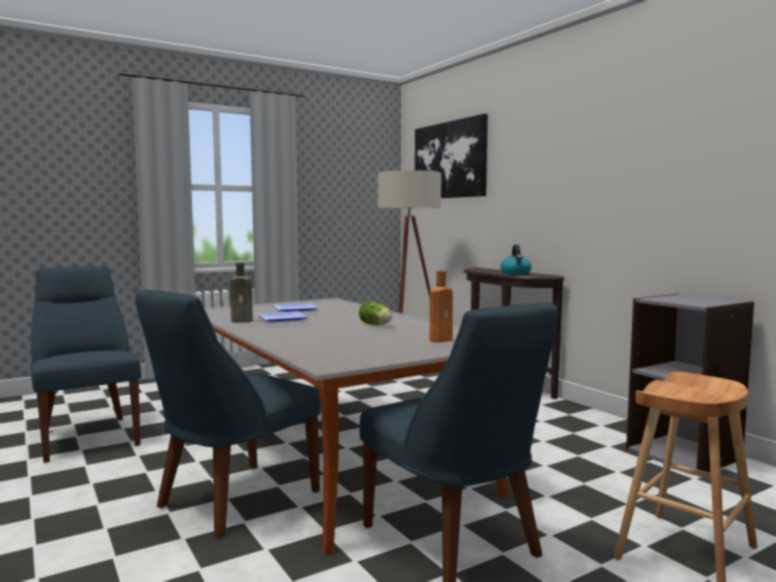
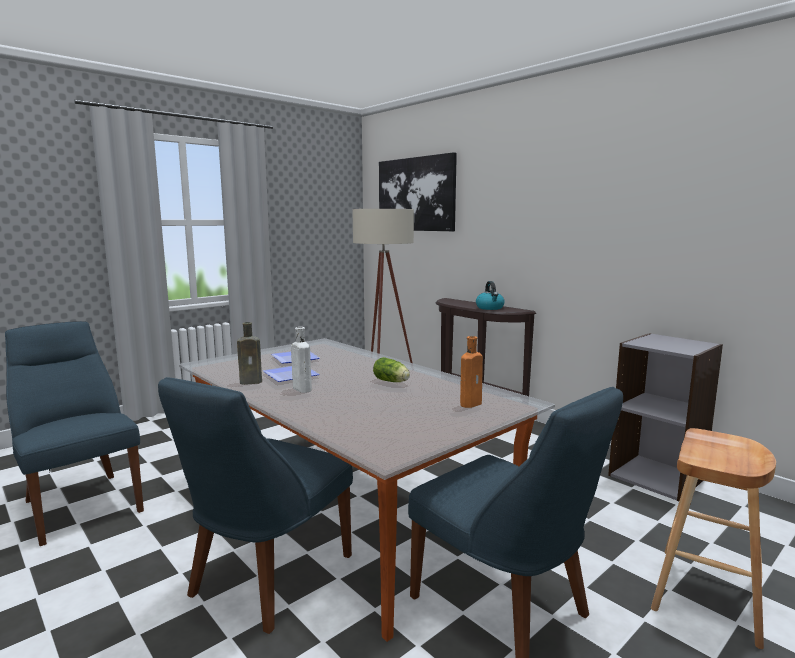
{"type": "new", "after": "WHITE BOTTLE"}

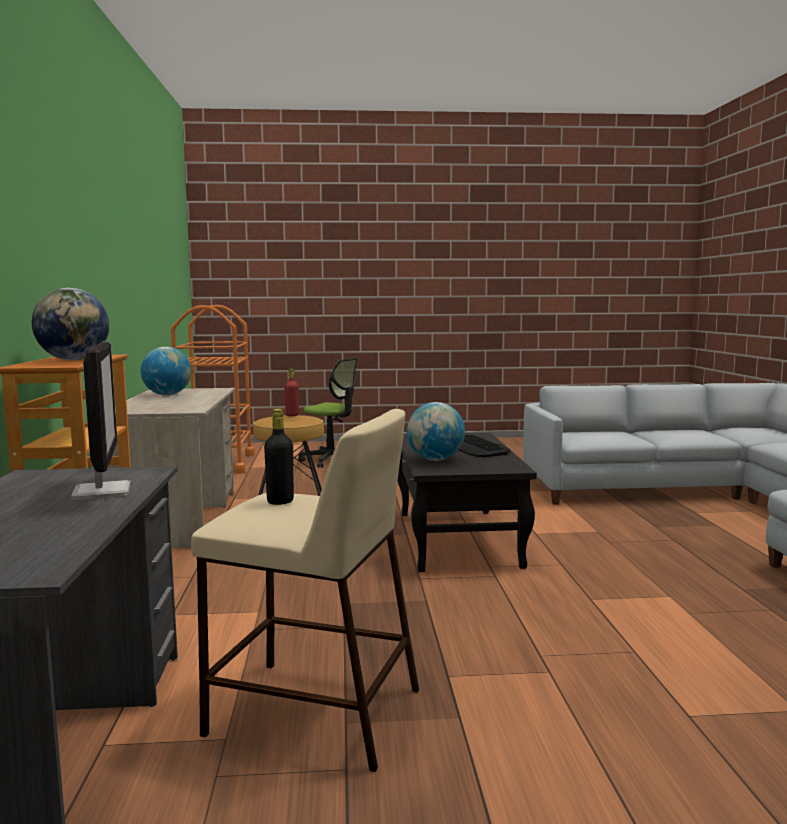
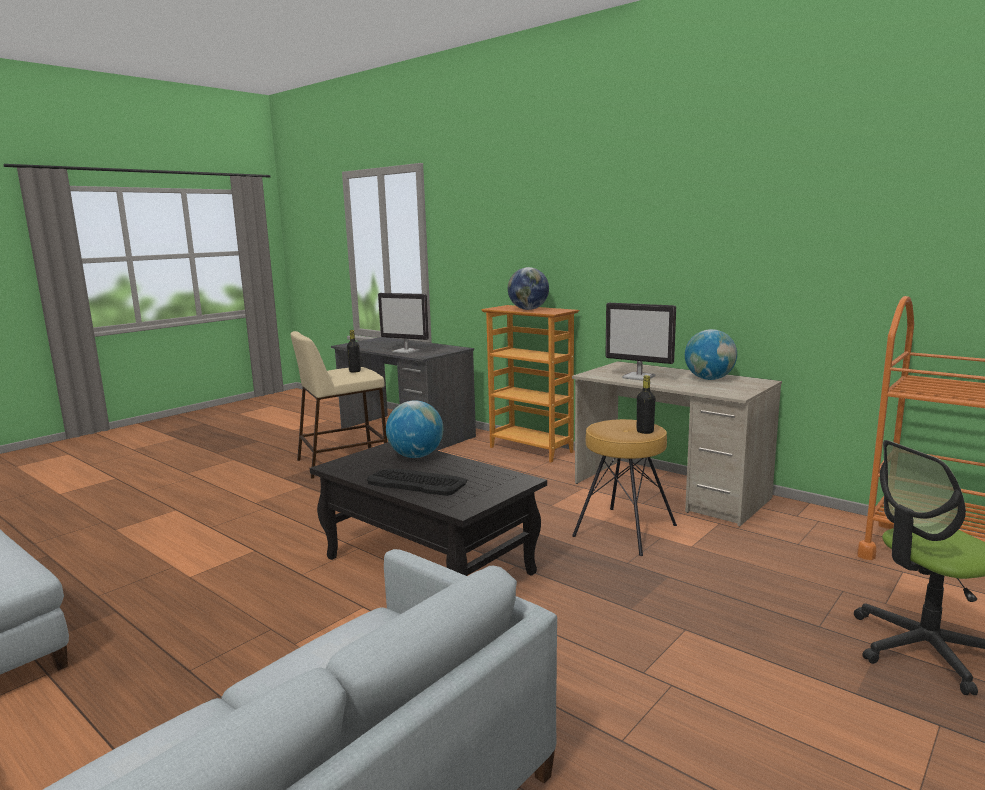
{"type": "new", "after": "MONITOR (no. 2 from left)"}
{"type": "repainted", "before": "RED BOTTLE", "after": "BLACK BOTTLE (no. 2 from left)"}

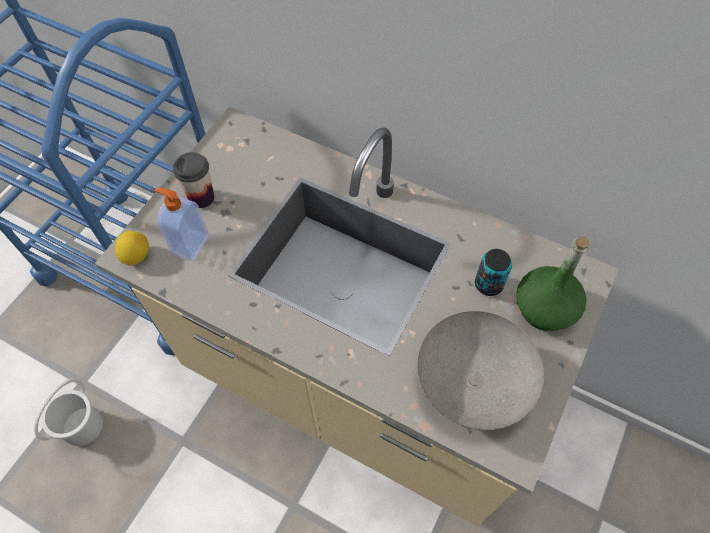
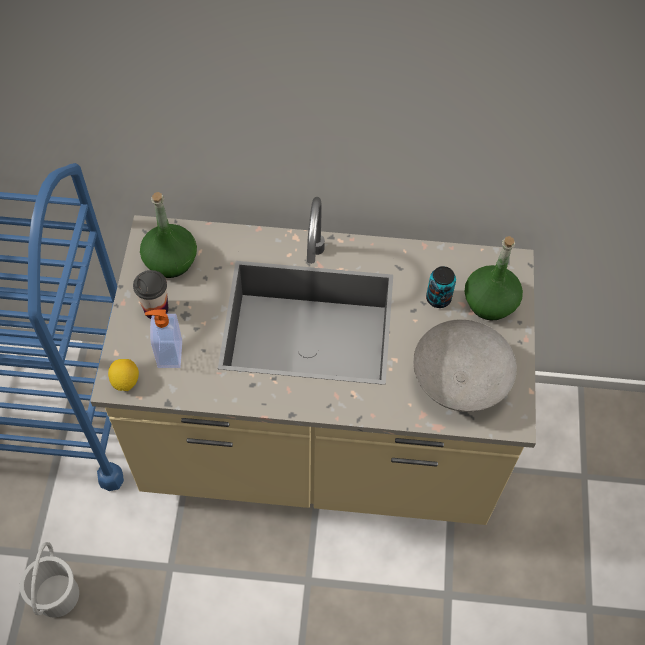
{"type": "new", "after": "GREEN BOTTLE (no. 1 from left)"}

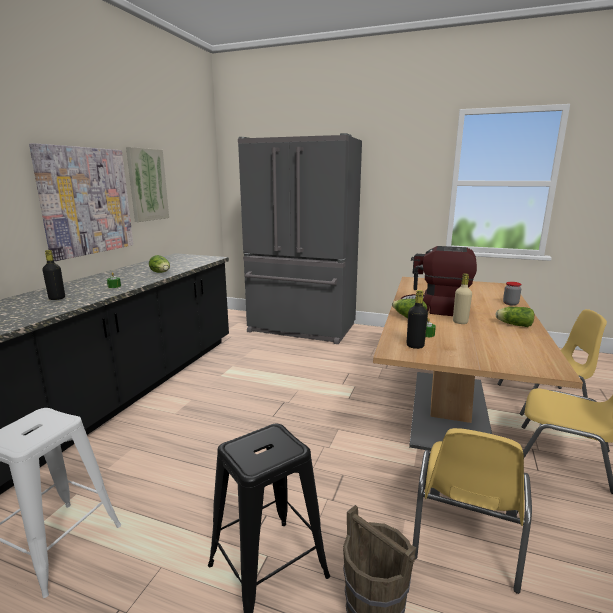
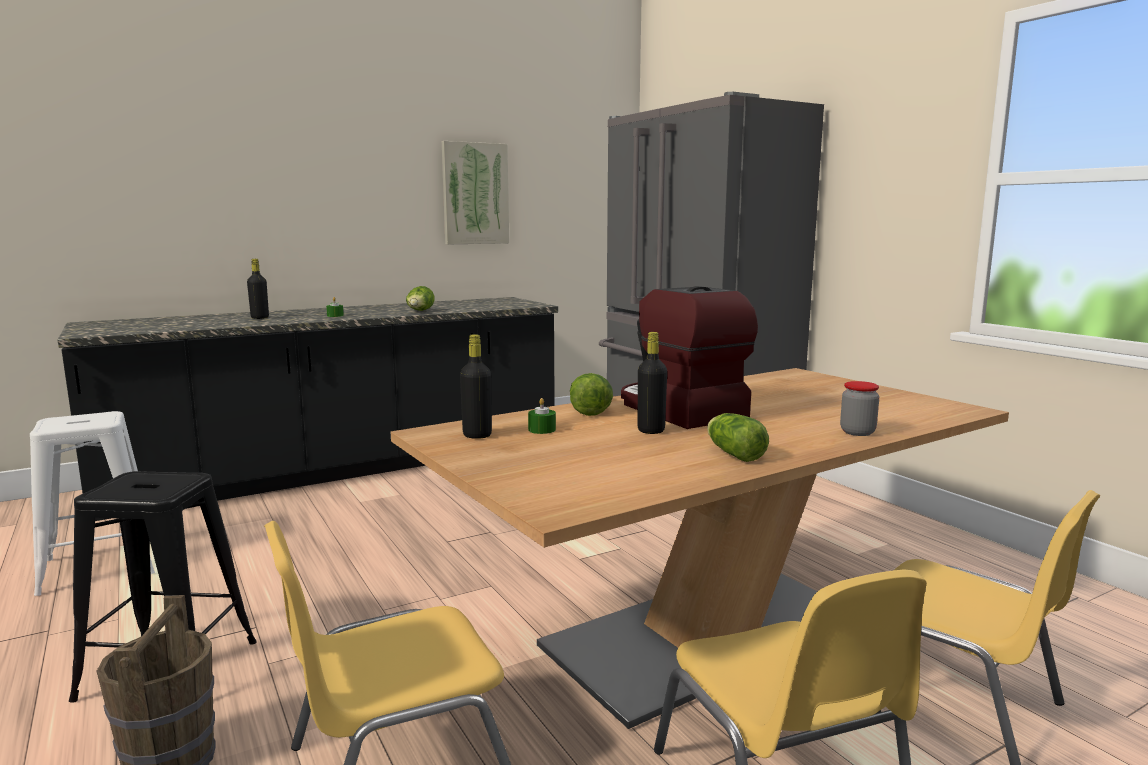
{"type": "gone", "before": "PICTURE (no. 1 from left)"}
{"type": "repainted", "before": "BEIGE BOTTLE", "after": "BLACK BOTTLE (no. 3 from left)"}

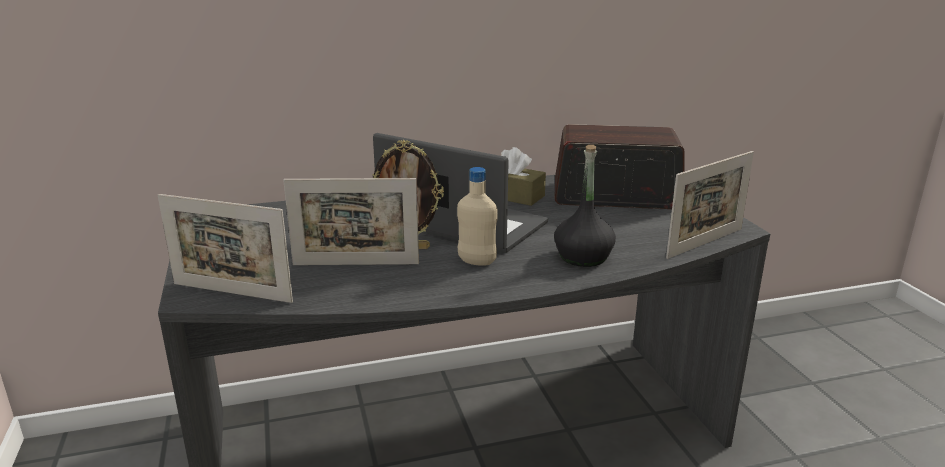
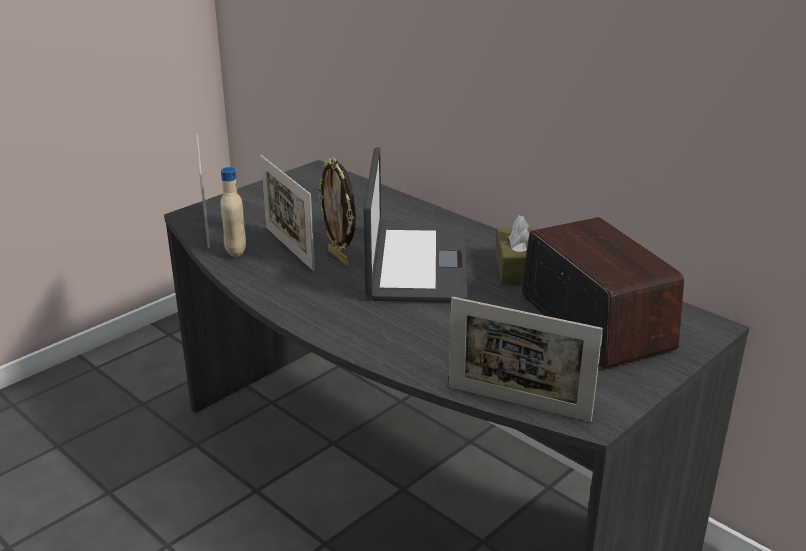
{"type": "gone", "before": "BLACK BOTTLE"}
{"type": "shifted", "before": "BEIGE BOTTLE"}

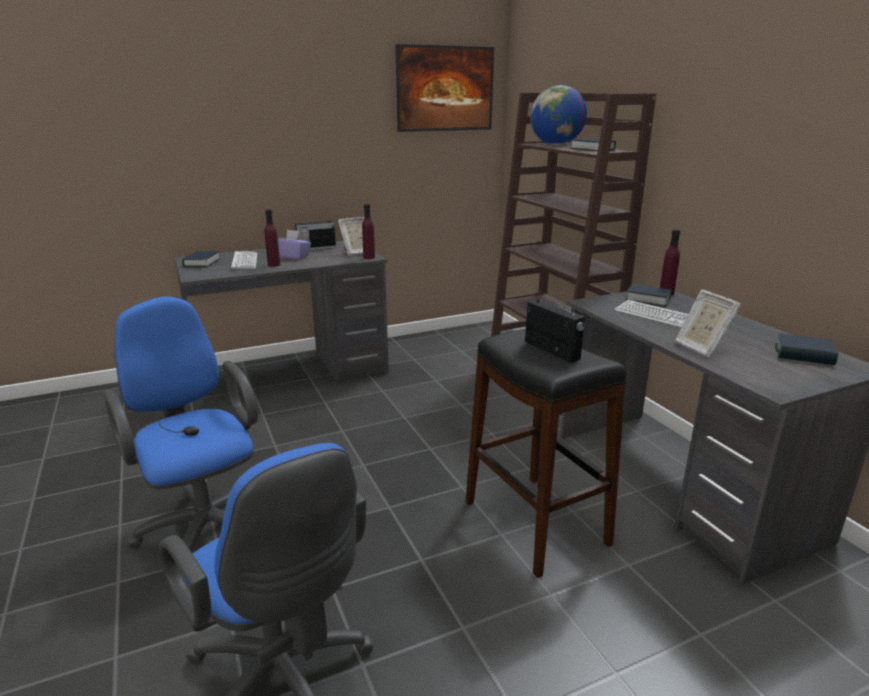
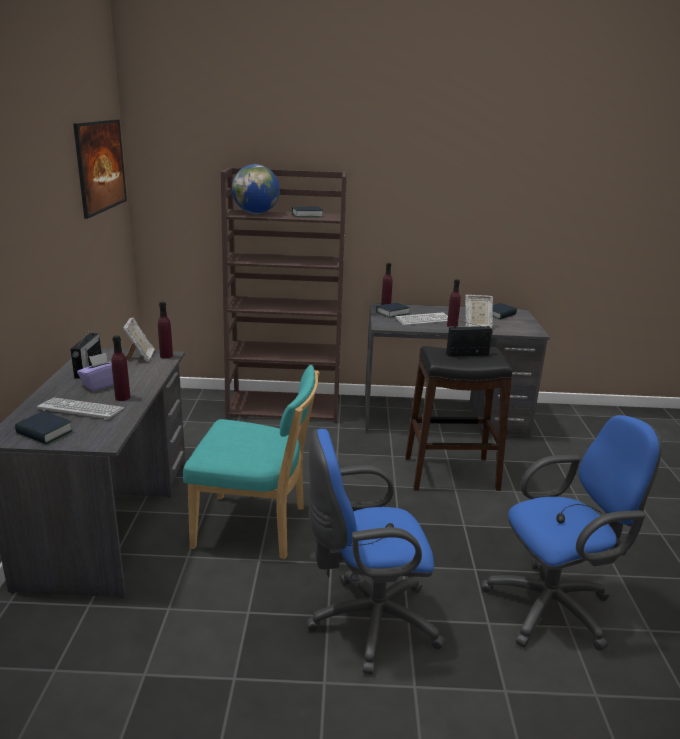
{"type": "new", "after": "TURQUOISE CHAIR"}
{"type": "new", "after": "PURPLE BOTTLE (no. 4 from left)"}

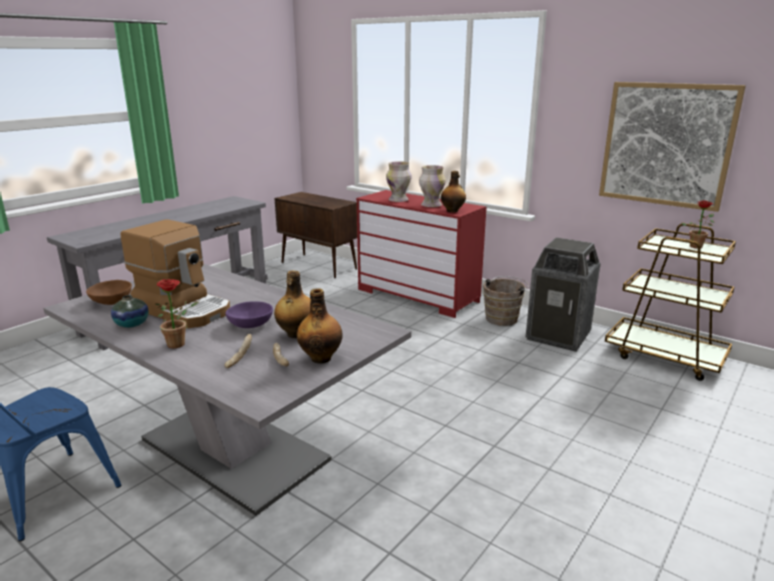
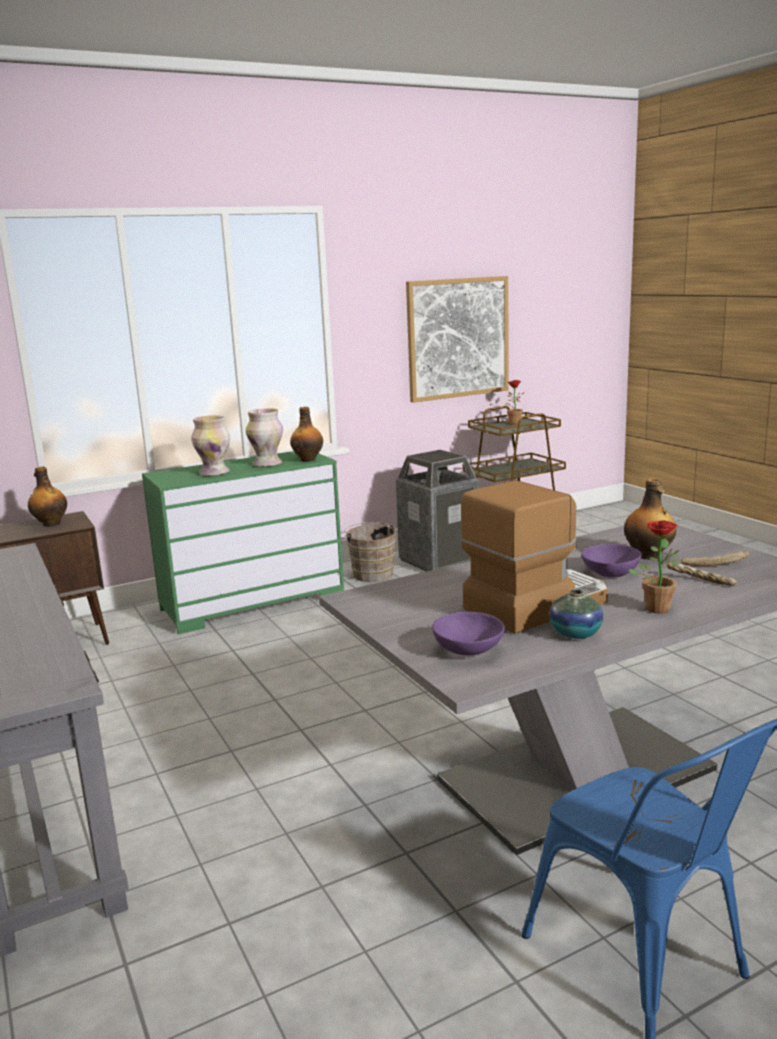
{"type": "shifted", "before": "BOTTLE (no. 2 from left in the first image)", "after": "BOTTLE (no. 1 from left)"}
{"type": "repainted", "before": "BROWN BOWL", "after": "PURPLE BOWL (no. 1 from left)"}
{"type": "repainted", "before": "RED DRESSER", "after": "GREEN DRESSER"}

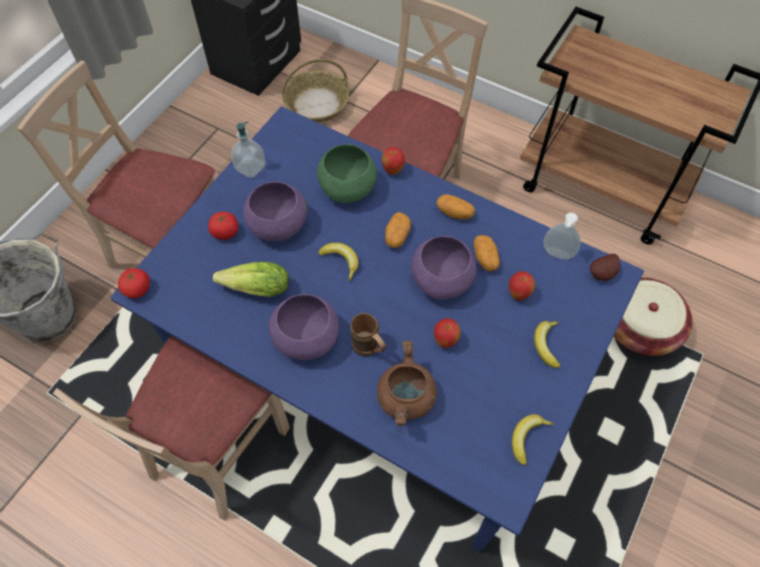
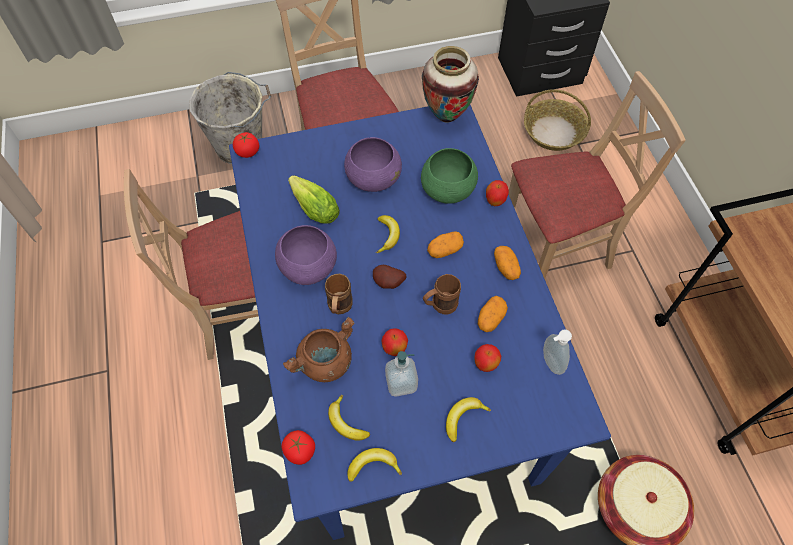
{"type": "new", "after": "BANANA (no. 1 from left)"}
{"type": "new", "after": "VASE"}
{"type": "shifted", "before": "TOMATO (no. 2 from left)"}
{"type": "shifted", "before": "SOAP DISPENSER (no. 1 from left)"}
{"type": "shifted", "before": "POTATO (no. 4 from left in the first image)", "after": "POTATO (no. 1 from left)"}
{"type": "swapped", "before": "PURPLE BOWL (no. 3 from left)", "after": "BROWN MUG (no. 2 from left)"}

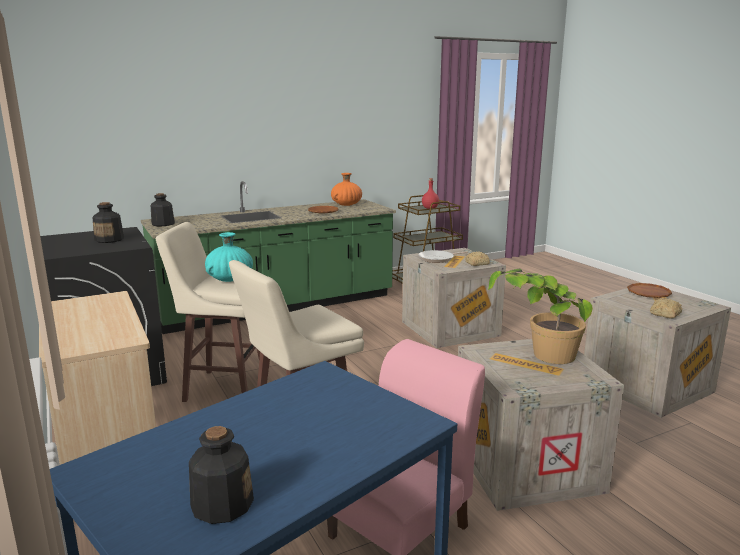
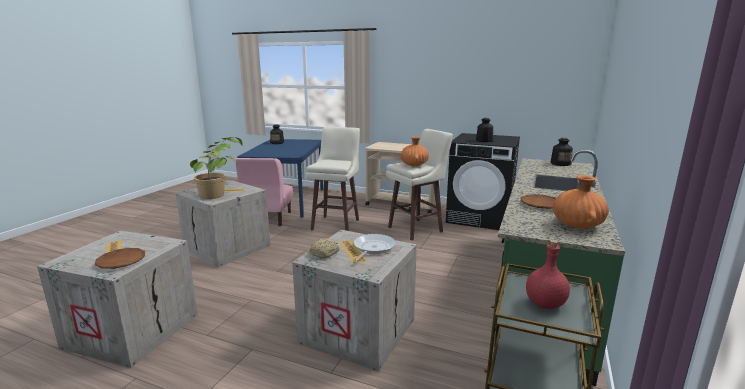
{"type": "gone", "before": "BREAD (no. 2 from left)"}
{"type": "repainted", "before": "TURQUOISE VASE", "after": "ORANGE VASE (no. 1 from left)"}

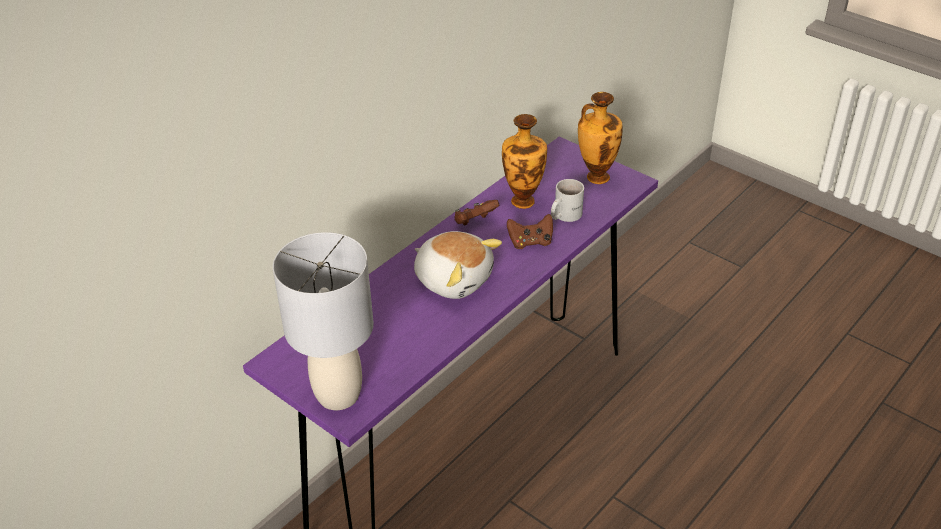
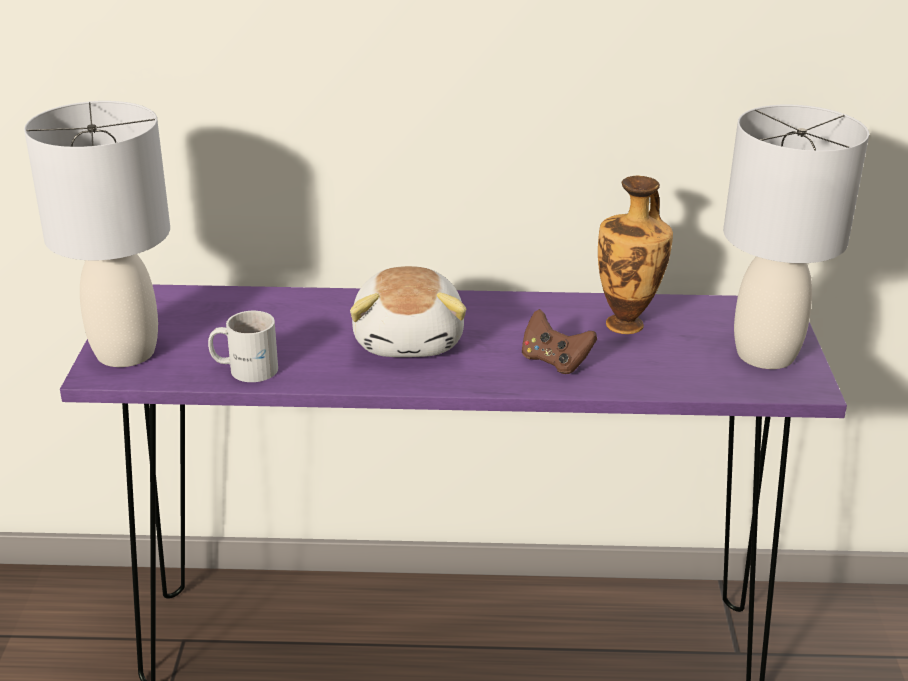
{"type": "gone", "before": "BROWN GAME CONTROLLER (no. 1 from left)"}
{"type": "shifted", "before": "WHITE MUG"}
{"type": "swapped", "before": "VASE (no. 2 from left)", "after": "GREY TABLE LAMP (no. 2 from left)"}

